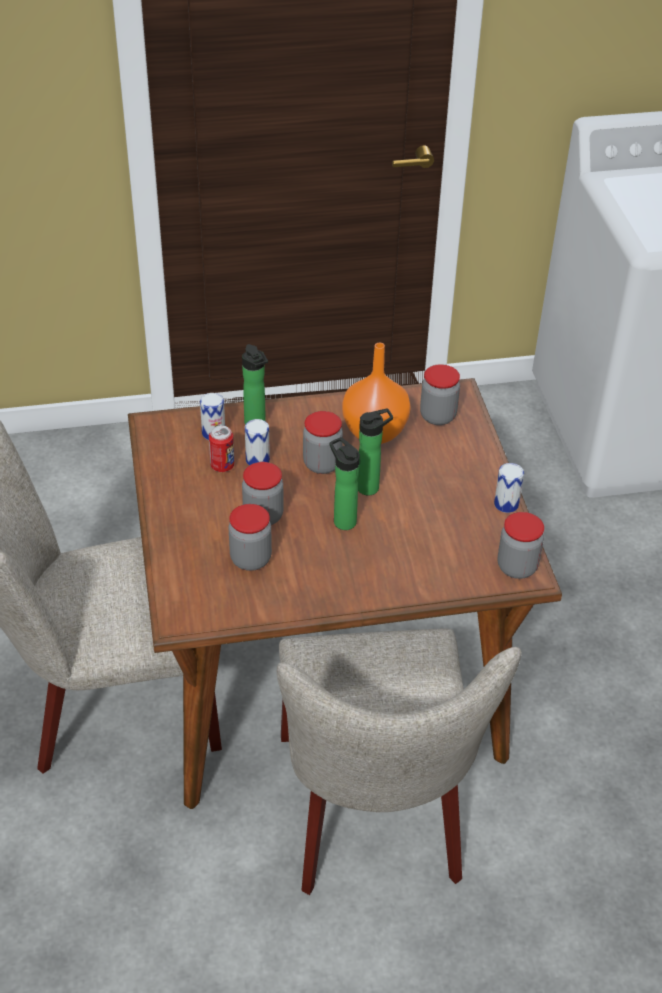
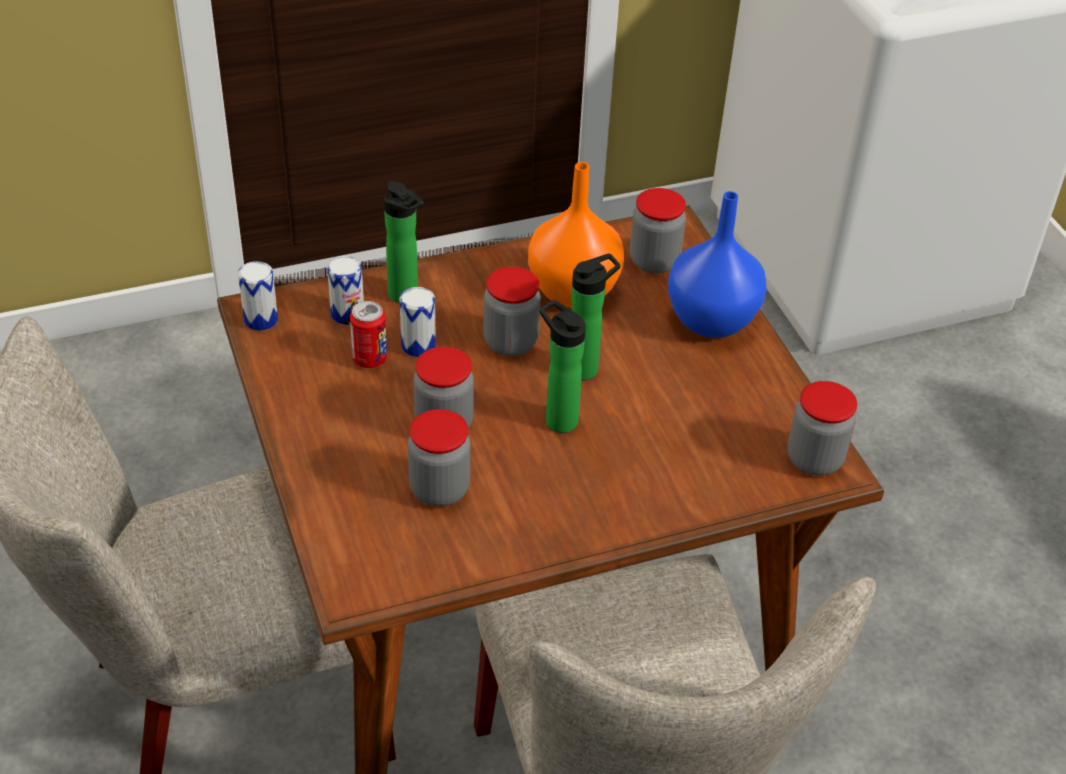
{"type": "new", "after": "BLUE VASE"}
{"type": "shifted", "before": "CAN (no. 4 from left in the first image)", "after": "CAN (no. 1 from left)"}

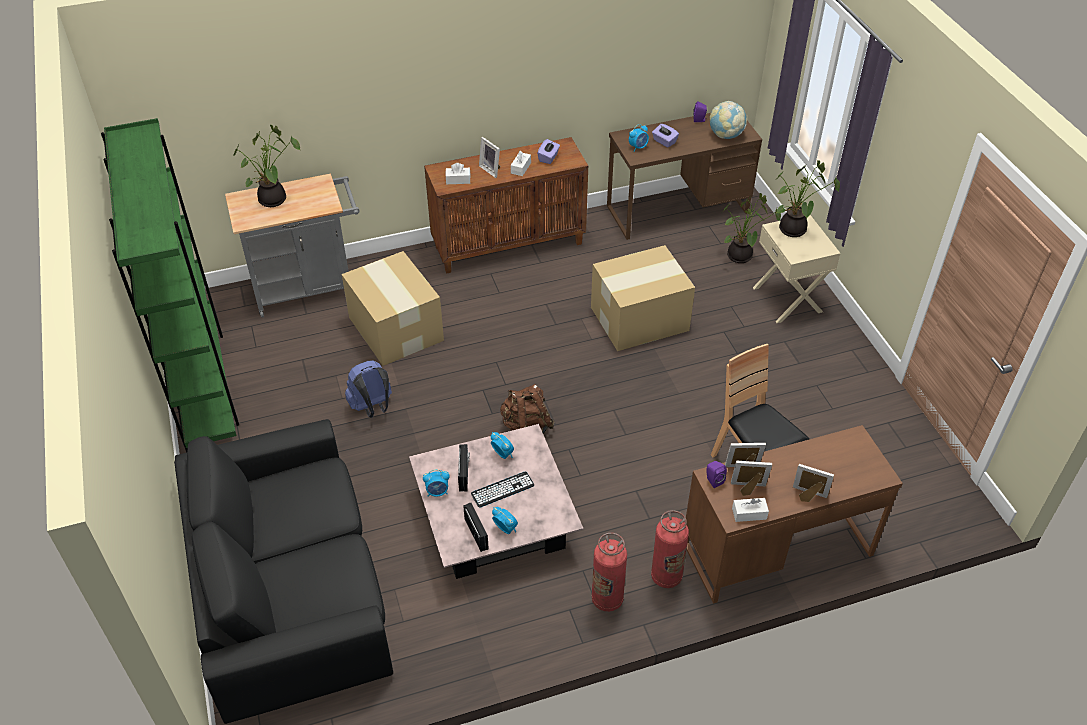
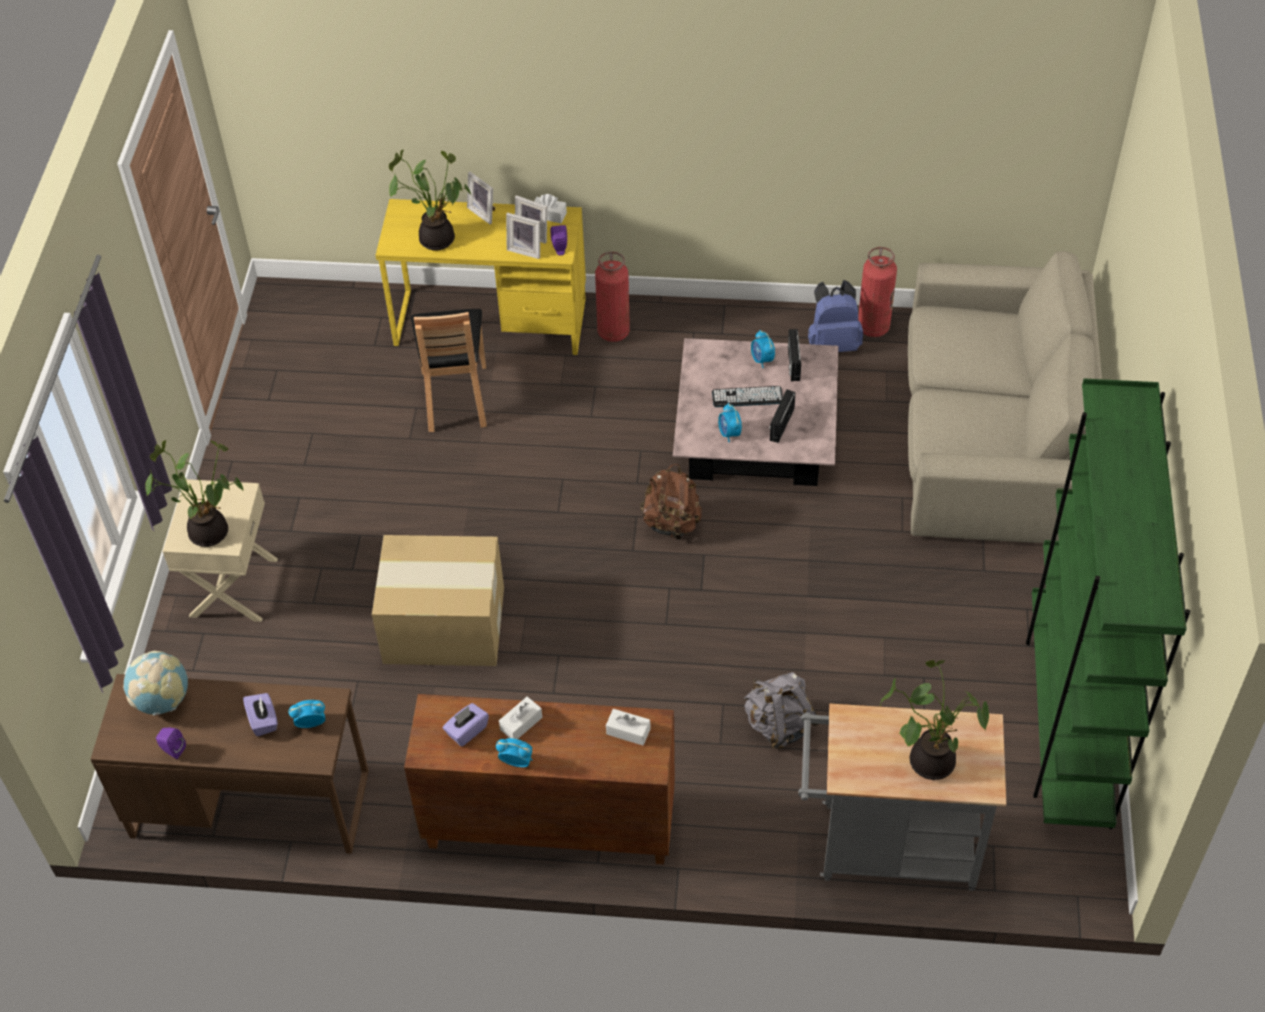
{"type": "gone", "before": "PICTURE FRAME (no. 1 from left)"}
{"type": "shifted", "before": "BLUE BACKPACK"}
{"type": "shifted", "before": "ALARM CLOCK (no. 1 from left in the first image)", "after": "ALARM CLOCK (no. 2 from left)"}
{"type": "shifted", "before": "FIRE EXTINGUISHER (no. 1 from left in the first image)", "after": "FIRE EXTINGUISHER (no. 2 from left)"}
{"type": "shifted", "before": "POTTED PLANT (no. 2 from left)"}
{"type": "swapped", "before": "CARDBOARD BOX (no. 1 from left)", "after": "GREY BACKPACK"}
{"type": "repainted", "before": "BLACK SOFA", "after": "BEIGE SOFA"}
{"type": "repainted", "before": "BROWN DESK (no. 2 from left)", "after": "YELLOW DESK"}

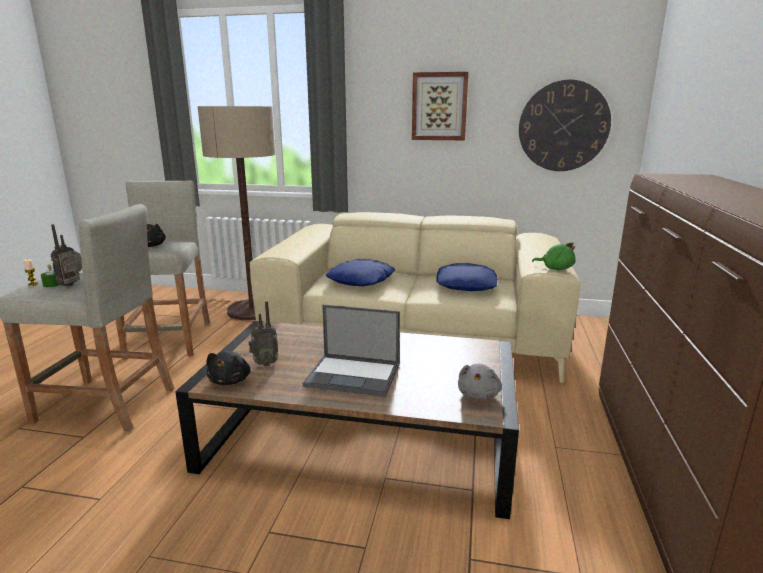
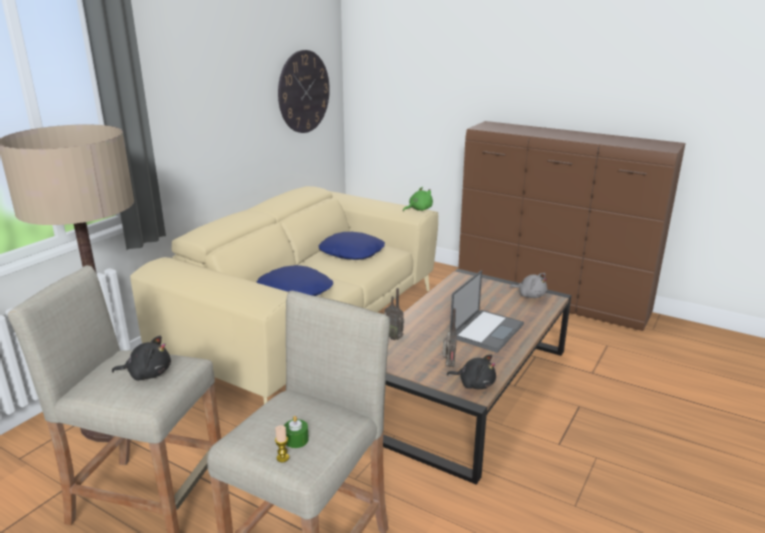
{"type": "gone", "before": "PICTURE"}
{"type": "shifted", "before": "RADIO (no. 1 from left)"}

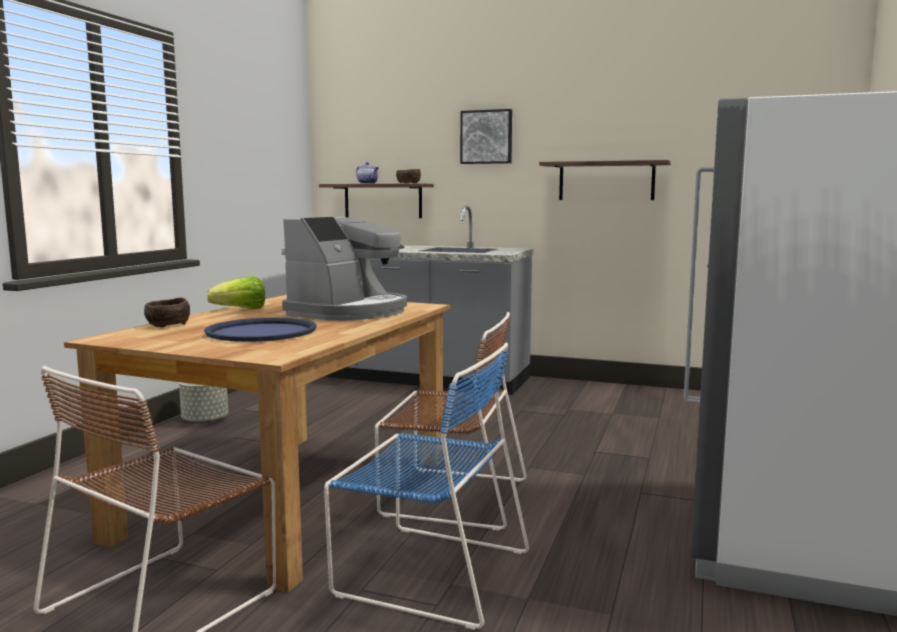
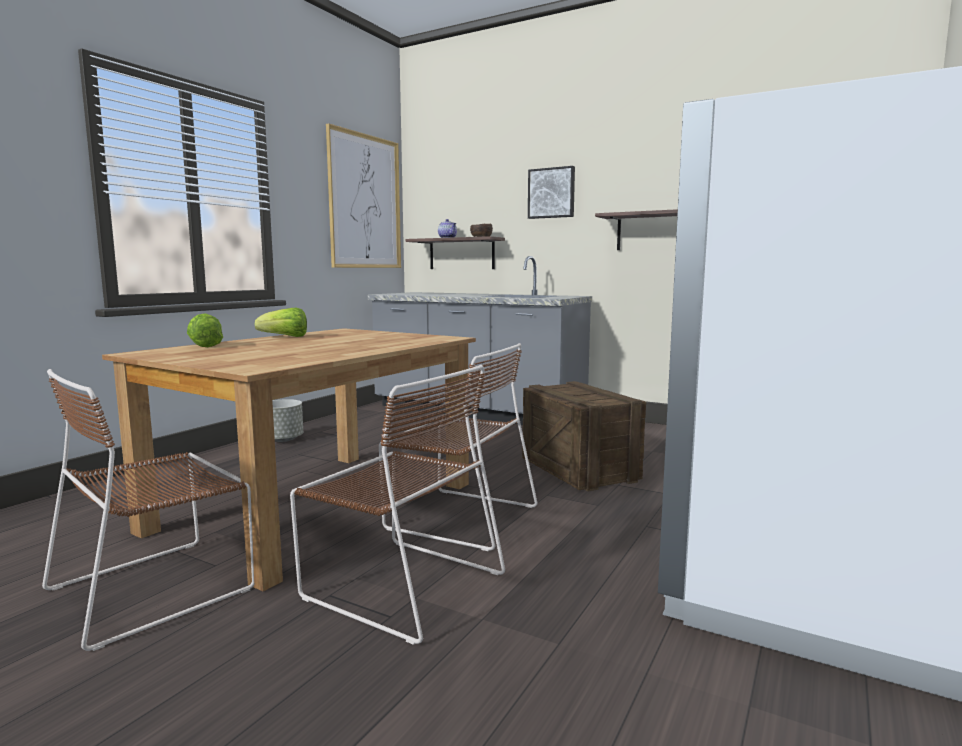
{"type": "gone", "before": "BLUE TRAY"}
{"type": "gone", "before": "COFFEE MACHINE"}
{"type": "new", "after": "PICTURE (no. 1 from left)"}
{"type": "new", "after": "CRATE"}
{"type": "swapped", "before": "BROWN BOWL (no. 1 from left)", "after": "LETTUCE (no. 1 from left)"}
{"type": "repainted", "before": "BLUE CHAIR", "after": "BROWN CHAIR (no. 2 from left)"}

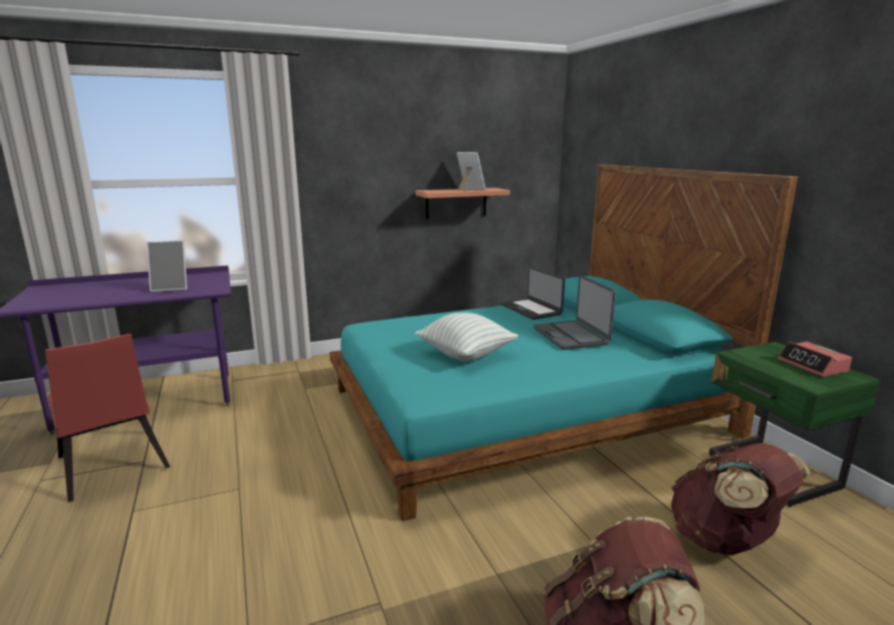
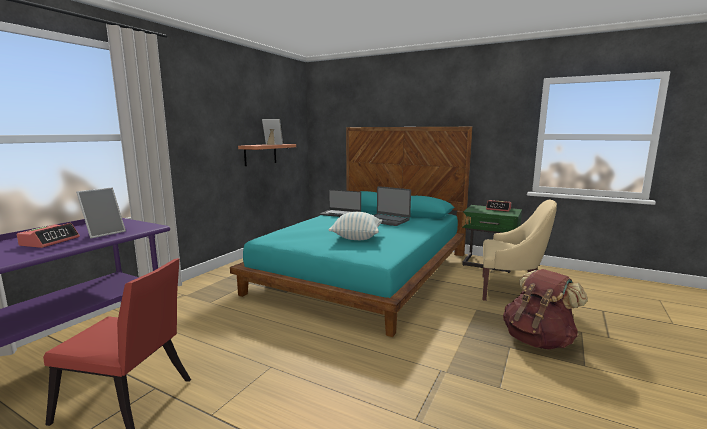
{"type": "new", "after": "ALARM CLOCK (no. 1 from left)"}
{"type": "swapped", "before": "BROWN BACKPACK (no. 2 from left)", "after": "BEIGE ARMCHAIR"}

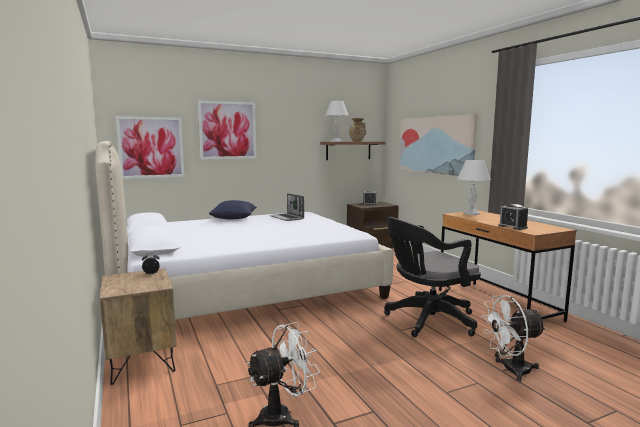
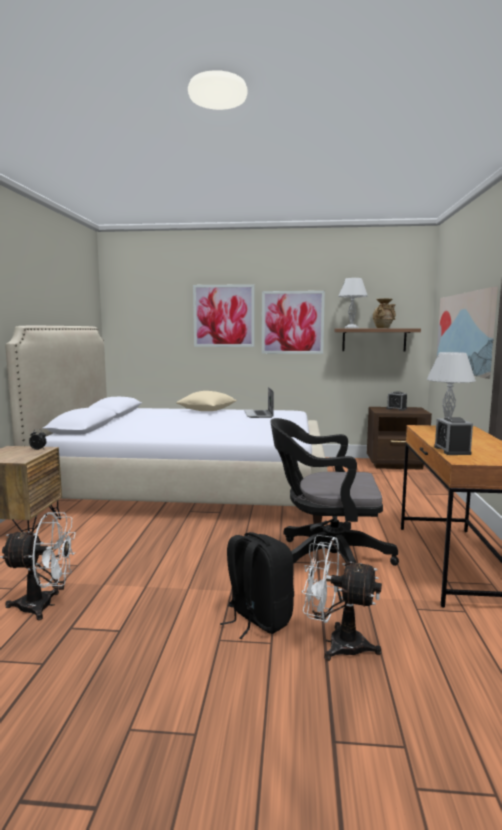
{"type": "new", "after": "BLACK BACKPACK"}
{"type": "shifted", "before": "PICTURE (no. 1 from left in the first image)", "after": "PICTURE (no. 2 from left)"}
{"type": "repainted", "before": "BLUE PILLOW", "after": "BEIGE PILLOW"}

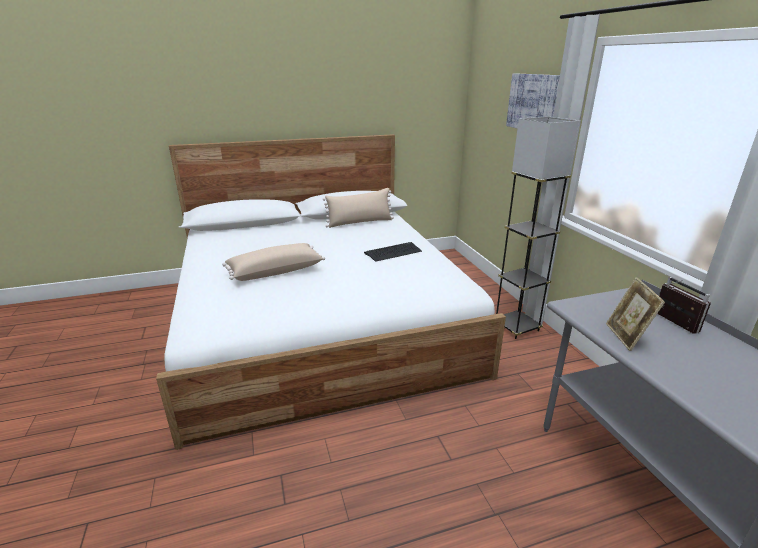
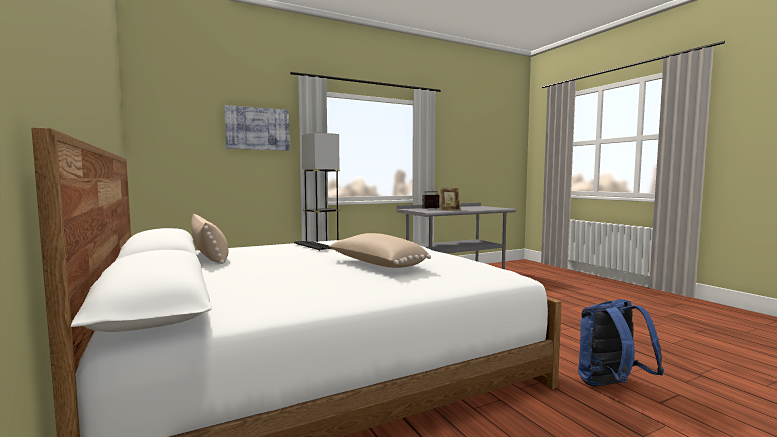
{"type": "new", "after": "BLUE BACKPACK"}

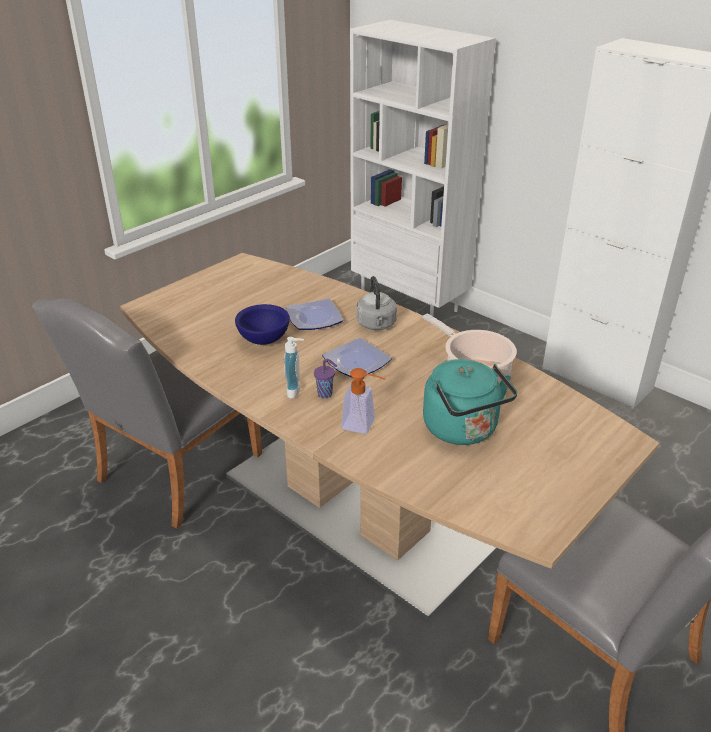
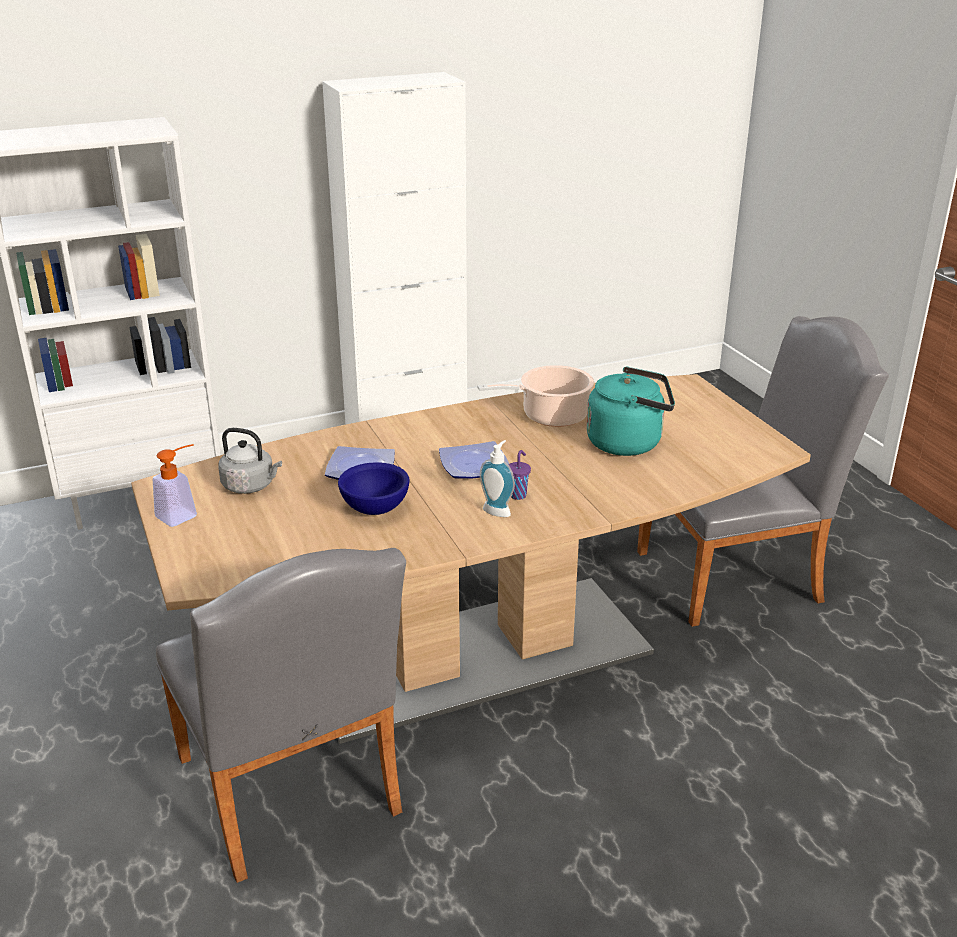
{"type": "shifted", "before": "SOAP DISPENSER (no. 2 from left in the first image)", "after": "SOAP DISPENSER (no. 1 from left)"}
{"type": "shifted", "before": "GREY KETTLE"}

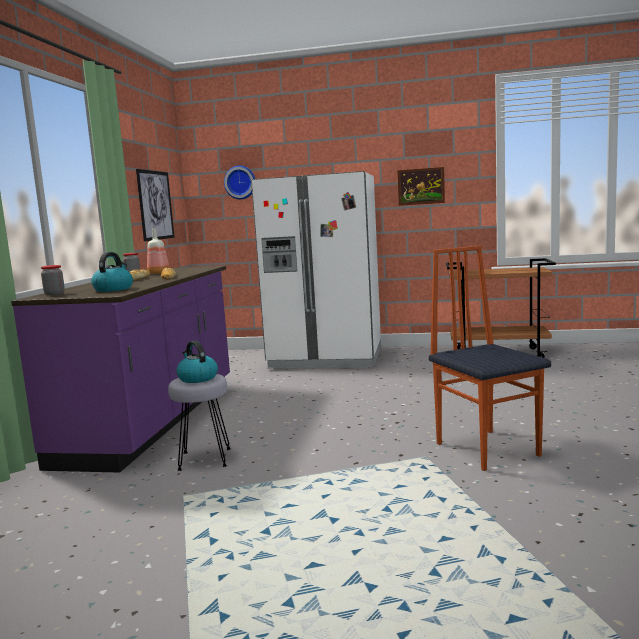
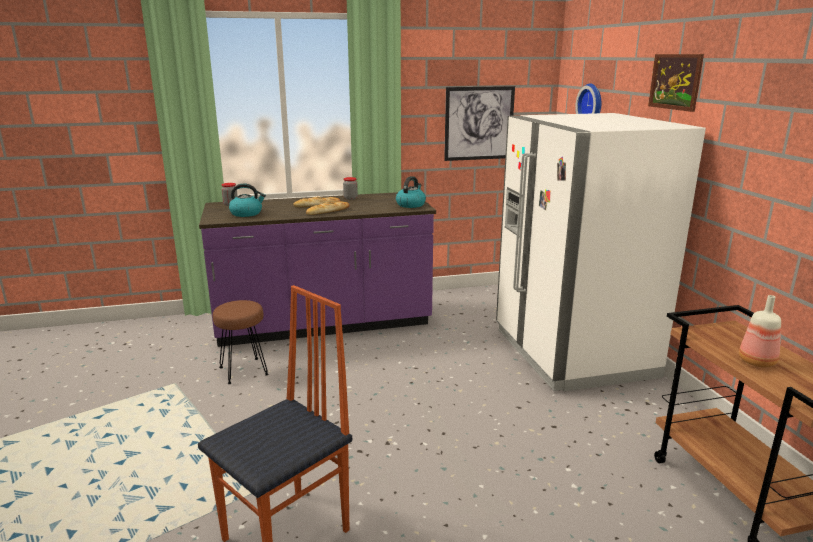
{"type": "shifted", "before": "BOTTLE"}
{"type": "shifted", "before": "KETTLE (no. 2 from left)"}
{"type": "shifted", "before": "PICTURE (no. 2 from left)"}
{"type": "repainted", "before": "GREY STOOL", "after": "BROWN STOOL"}

